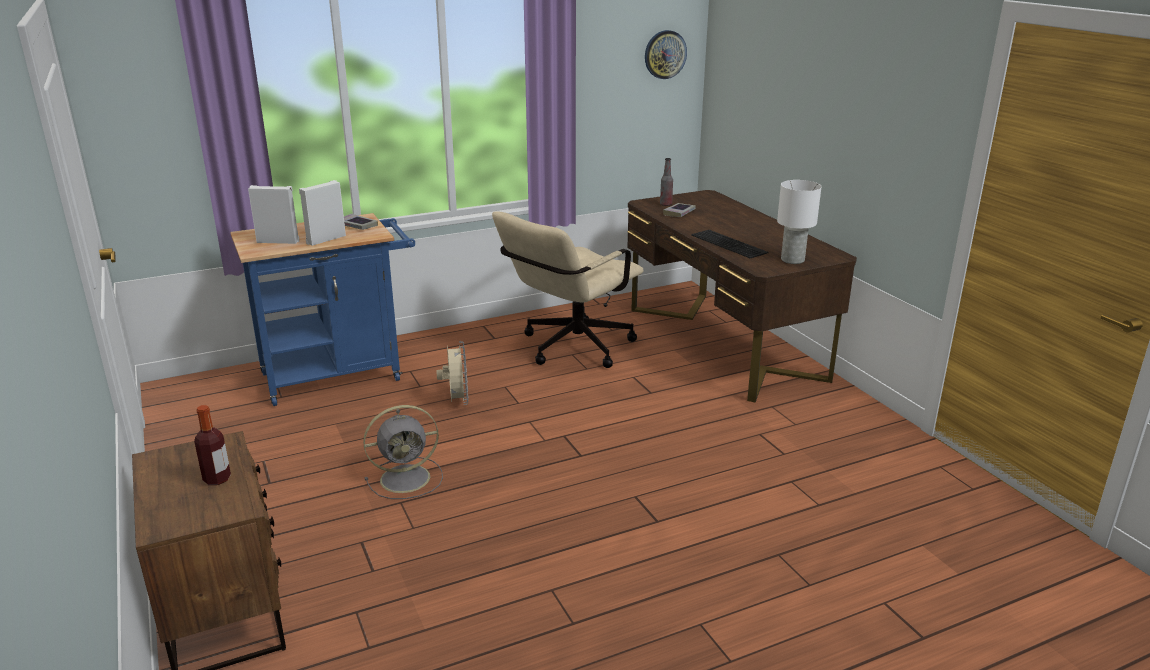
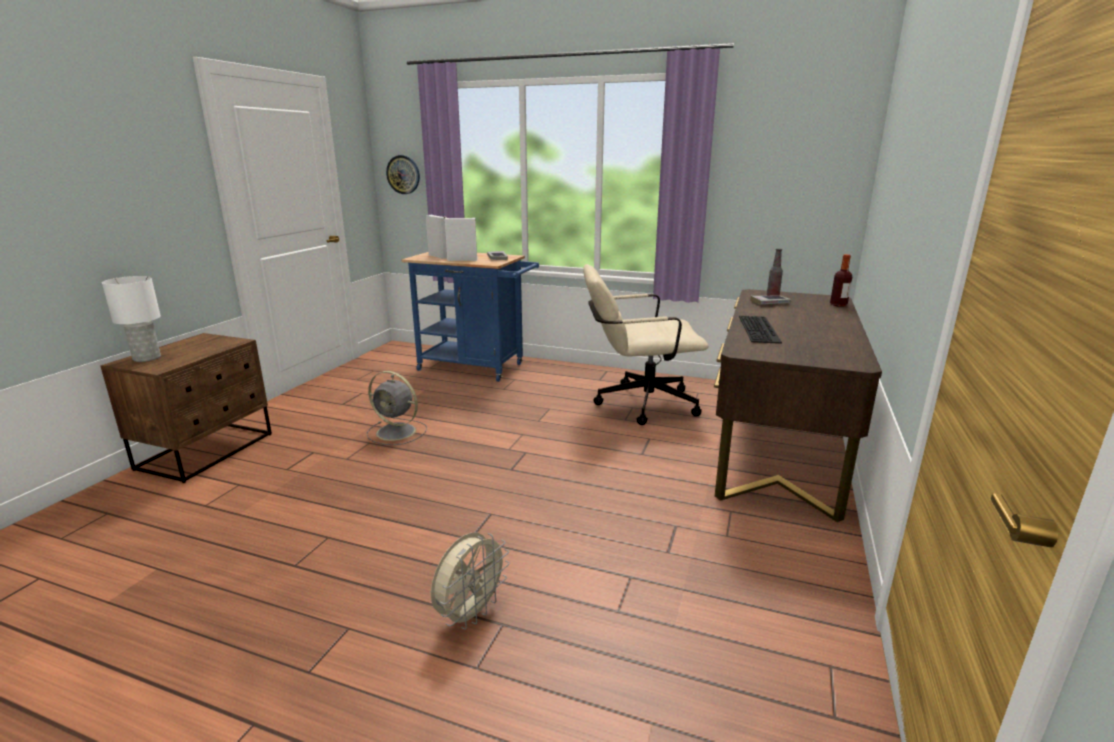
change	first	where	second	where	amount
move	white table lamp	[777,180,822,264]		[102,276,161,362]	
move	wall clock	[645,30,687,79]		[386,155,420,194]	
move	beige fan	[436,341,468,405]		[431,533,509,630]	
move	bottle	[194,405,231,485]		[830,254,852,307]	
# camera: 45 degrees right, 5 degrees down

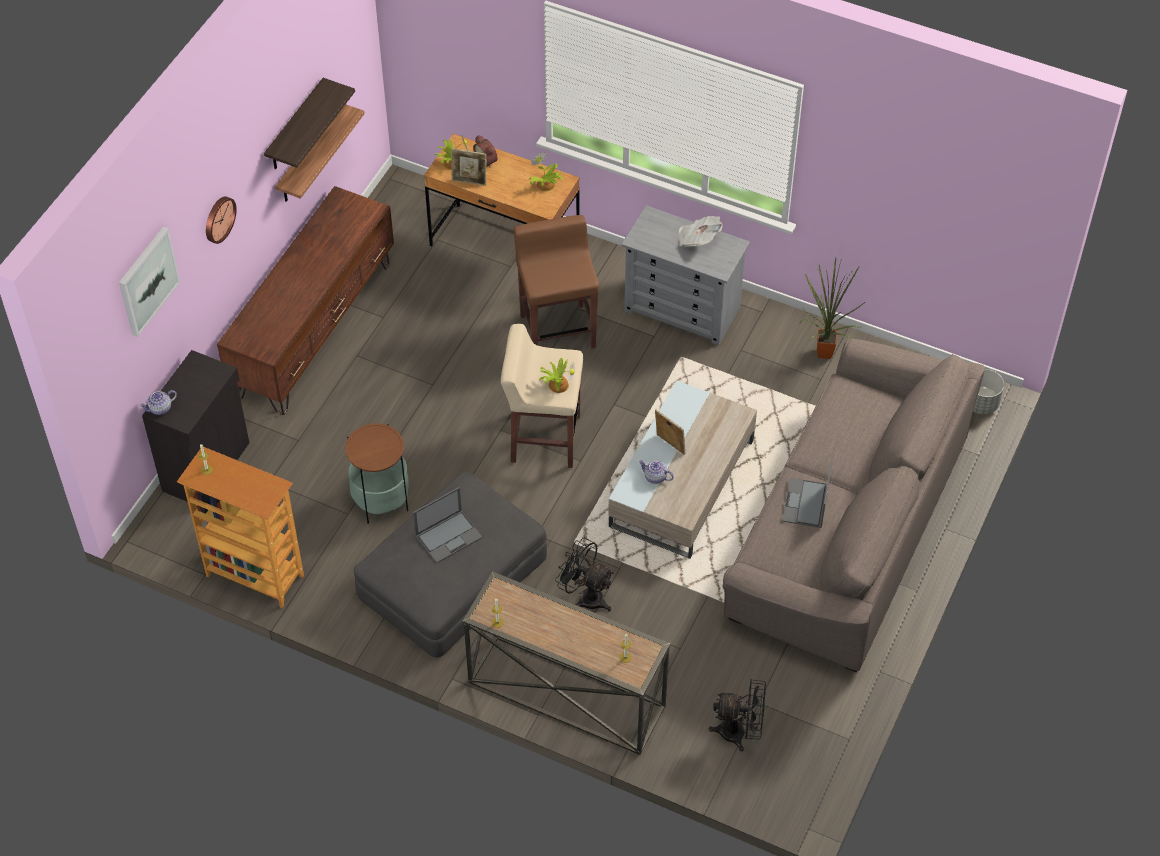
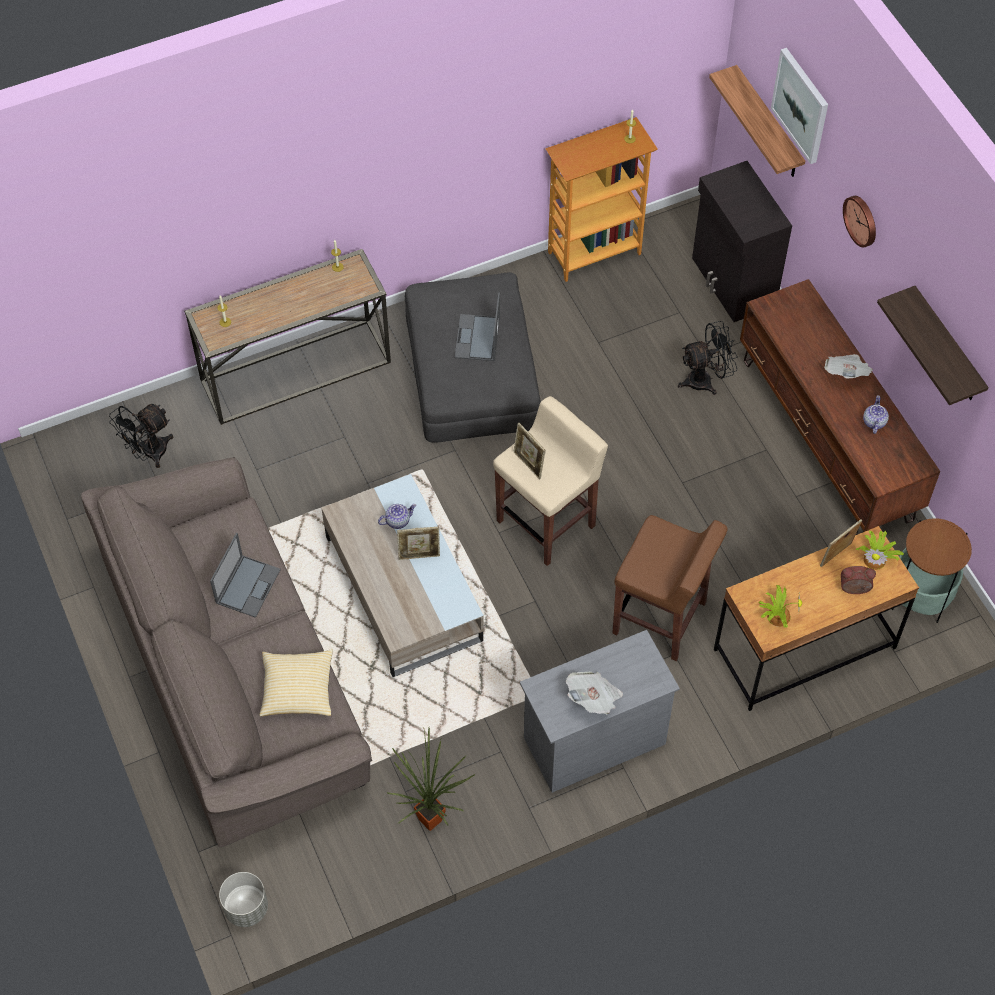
change	first	where	second	where	amount
rotate	laptop	[782,460,833,528]		[210,533,281,618]	60 degrees clockwise
insert			pillow	[259,649,333,717]	
replace	potted plant	[539,358,575,393]	picture frame	[513,423,546,479]	
move	black fan	[555,538,614,612]		[678,321,737,395]	
move	shelf	[275,104,365,202]		[709,65,805,177]	
insert			newspaper	[824,354,873,378]	
move	teapot	[140,390,177,415]		[863,395,889,434]	
move	side table	[345,423,409,524]		[892,518,972,623]	
# camera: 130 degrees right, 5 degrees up

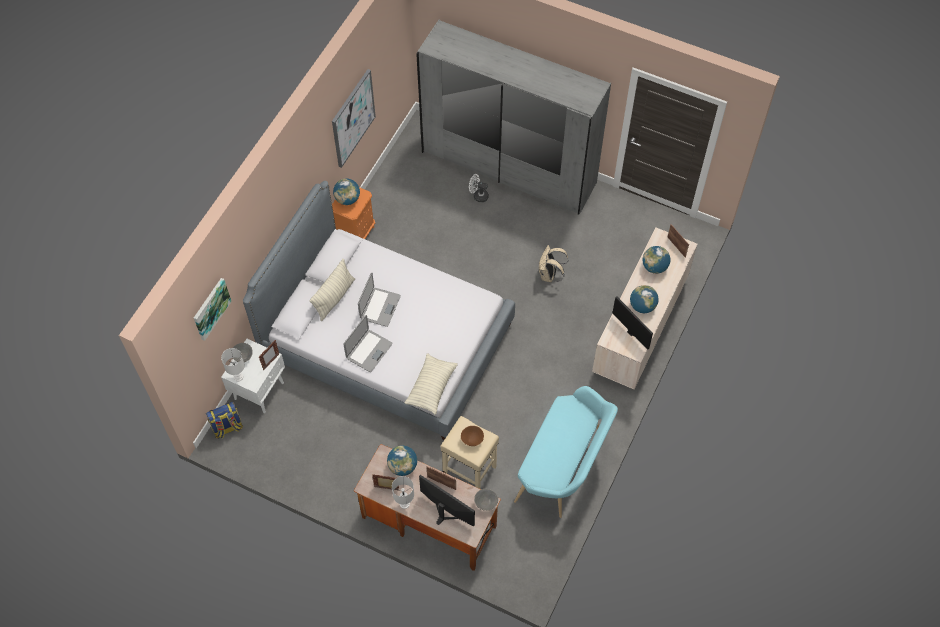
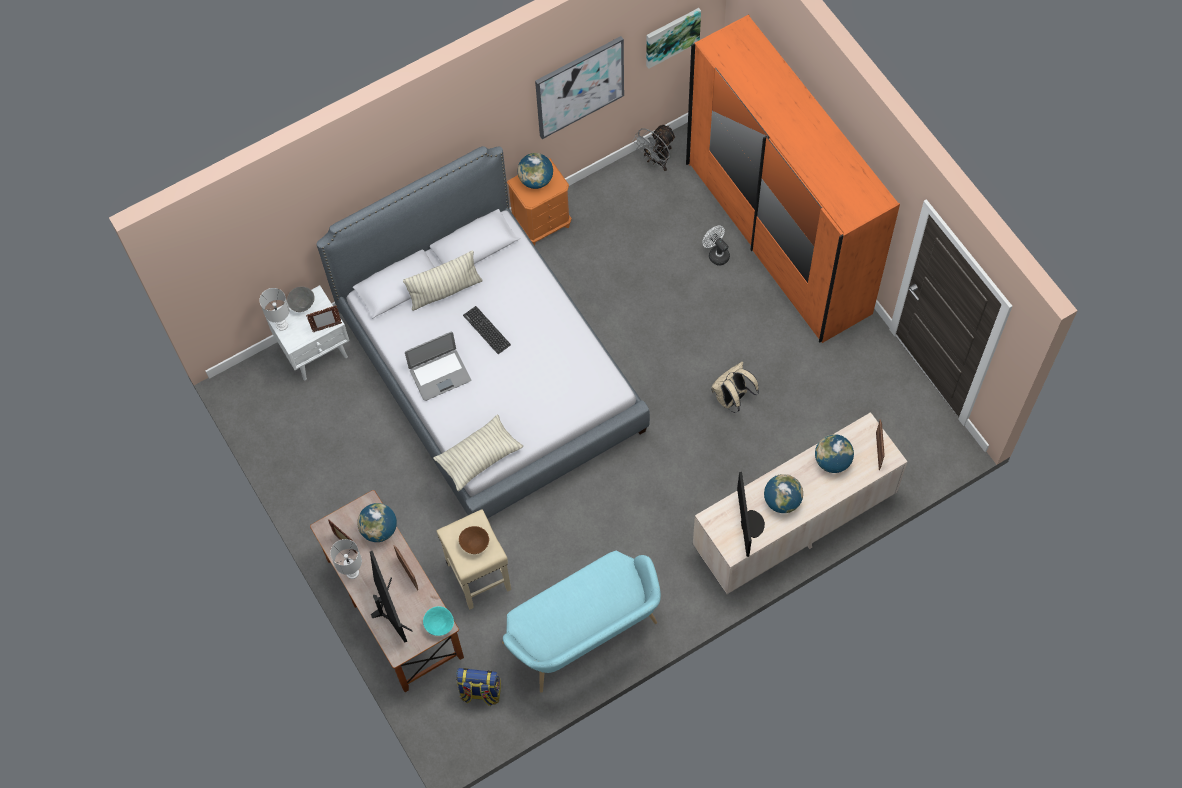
change	first	where	second	where	amount
recolor	grey bowl	[474,489,498,511]	turquoise bowl	[423,606,454,636]	
move	backpack	[206,402,243,439]		[456,668,501,706]	
replace	laptop	[358,272,401,327]	keyboard	[463,306,511,354]	
insert			grey fan	[633,125,676,171]	
move	picture	[194,278,232,341]		[646,8,701,69]	
recolor	grey wardrobe	[416,20,611,215]	orange wardrobe	[686,14,900,343]	
# camera: 35 degrees right, 5 degrees up

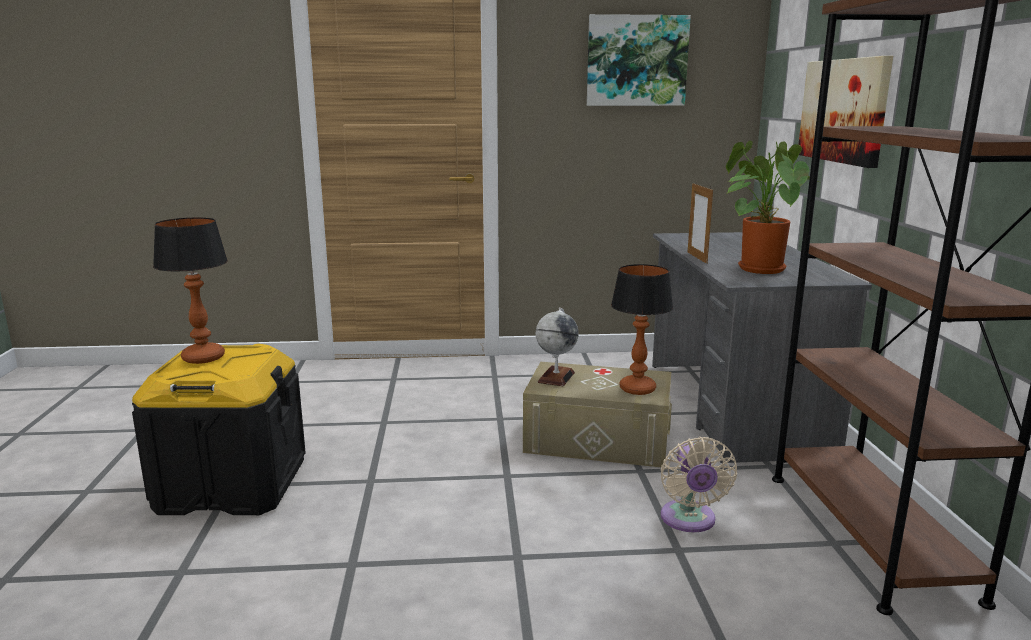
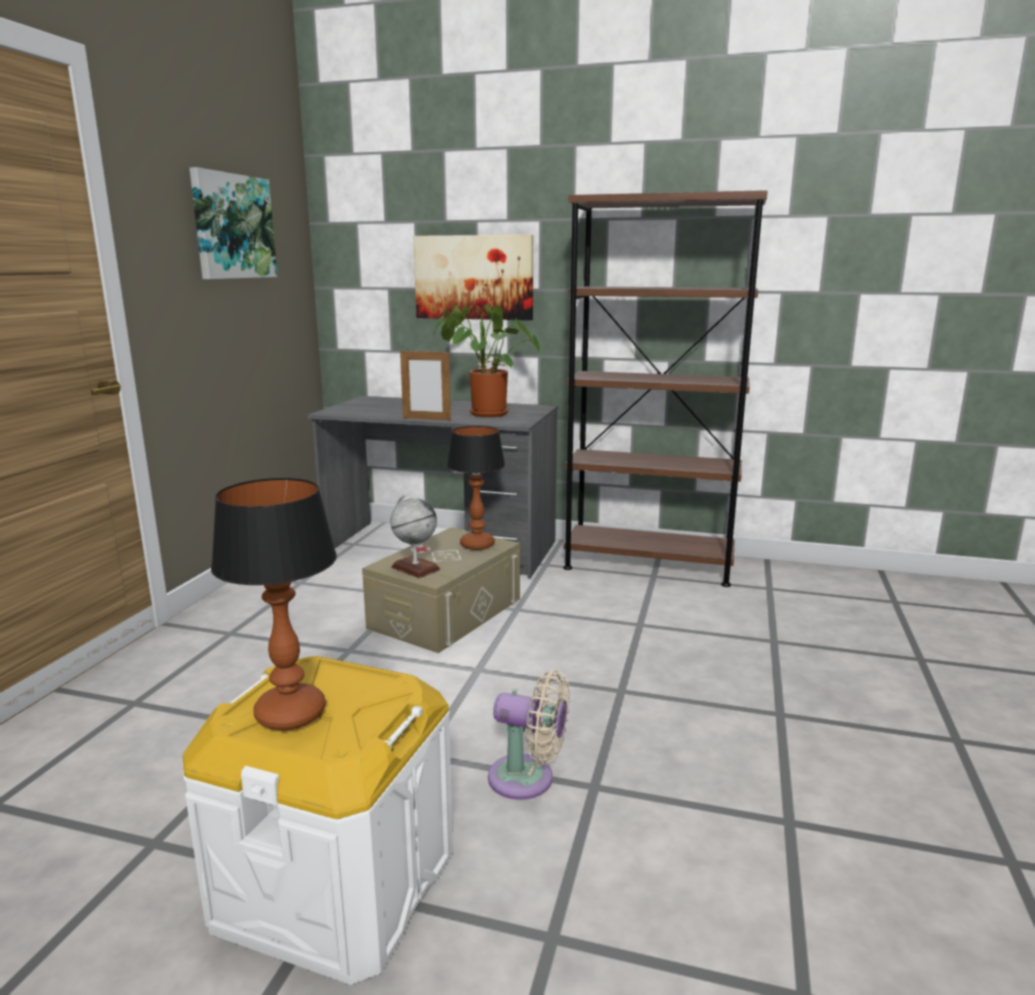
change	first	where	second	where	amount
recolor	black storage box	[132,343,306,515]	white storage box	[183,656,453,985]	
move	beige fan	[661,437,737,532]		[488,670,570,800]	
# camera: 70 degrees left, 0 degrees up

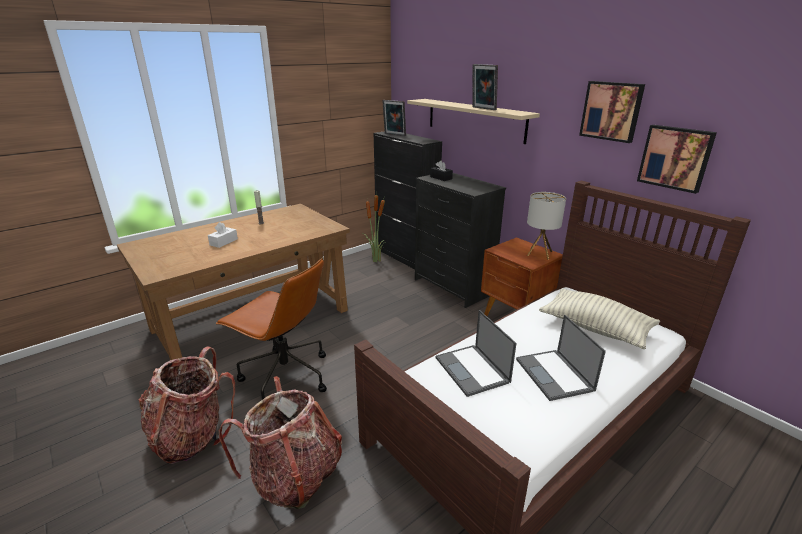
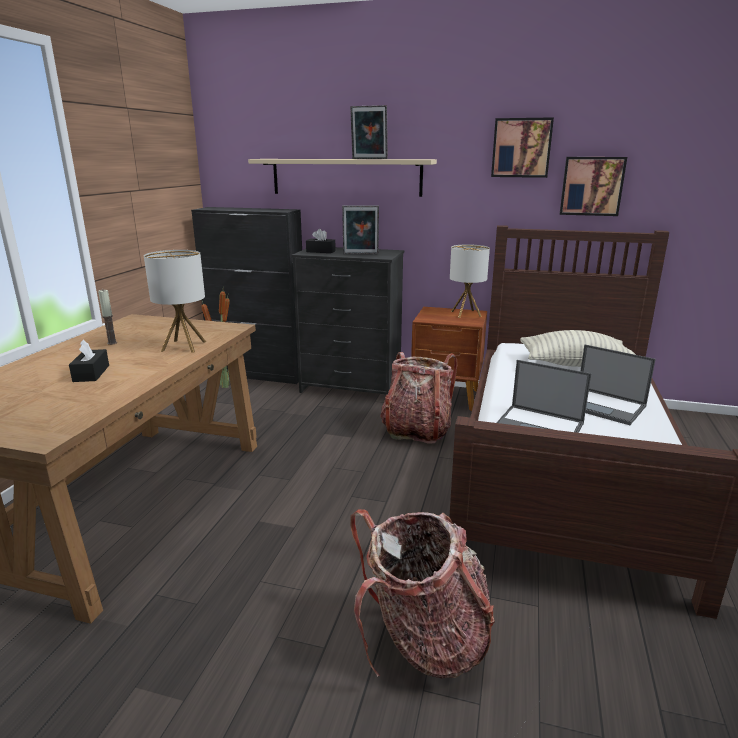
change	first	where	second	where	amount
recolor	white tissue box	[208,222,238,248]	black tissue box	[69,340,109,382]	
insert			table lamp	[144,250,206,353]	
move	picture frame	[382,100,406,136]		[342,205,379,254]	
move	backpack	[139,346,235,464]		[380,352,457,444]	
delete	brown office chair	[216,258,327,400]			
# camera: 35 degrees left, 5 degrees down

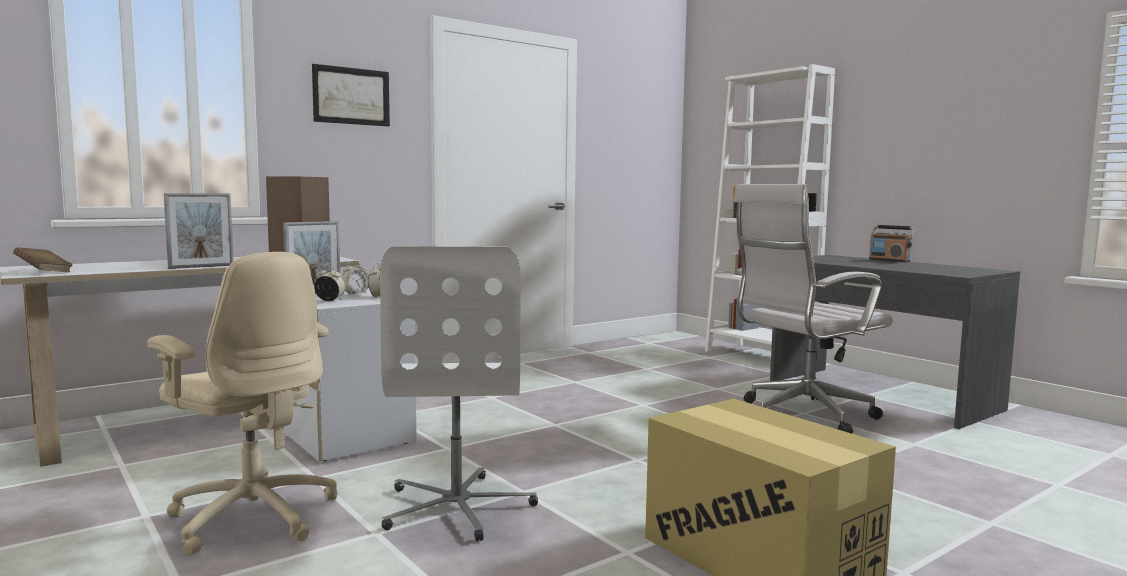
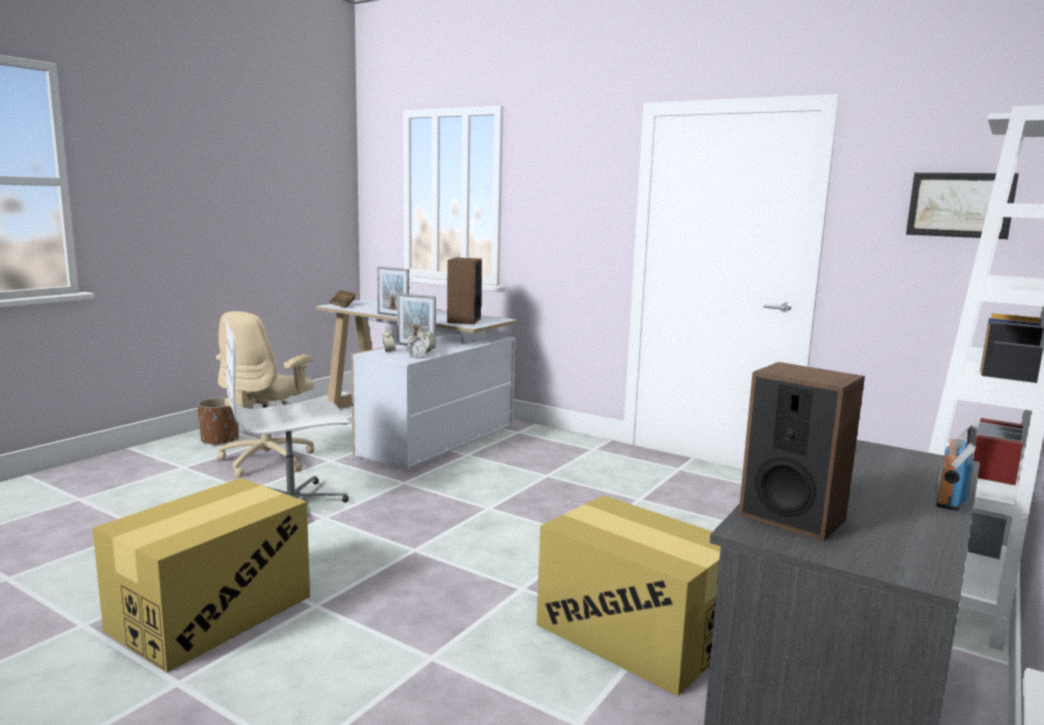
change	first	where	second	where	amount
insert			brown planter	[197,397,239,446]	
replace	white office chair	[733,184,893,434]	cardboard box	[537,495,721,696]	
insert			speaker	[739,362,865,541]	
move	picture	[312,64,390,126]		[906,173,1019,239]	
# camera: 70 degrees right, 5 degrees up

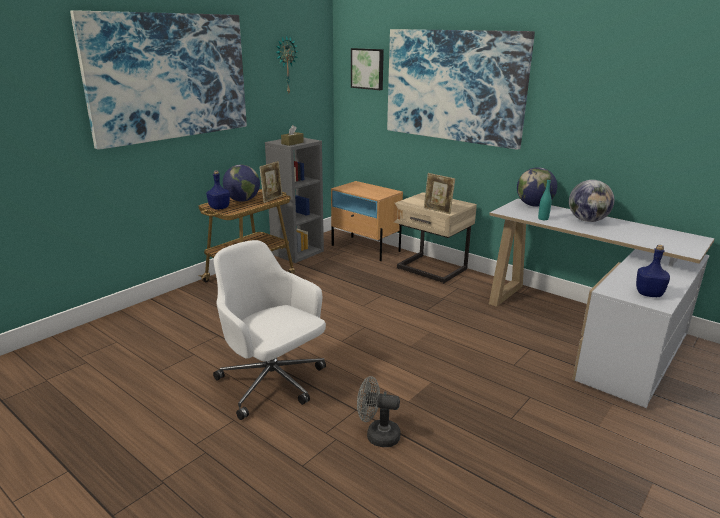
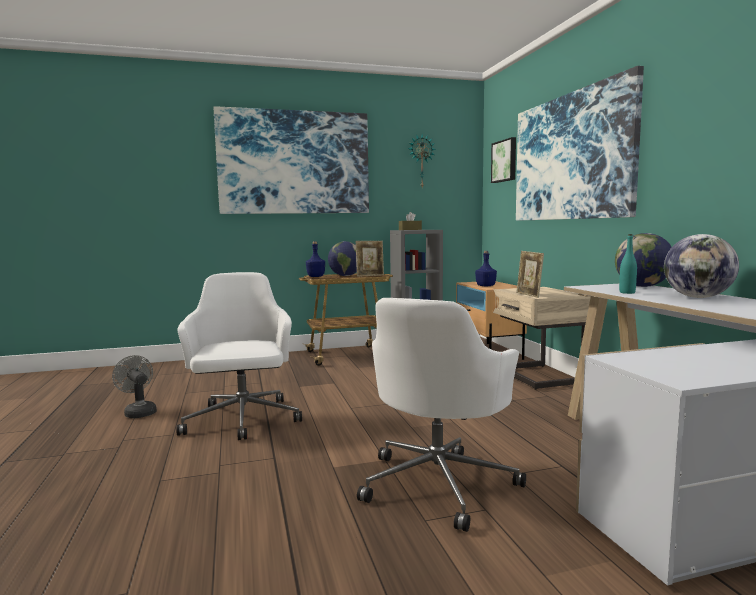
change	first	where	second	where	amount
move	grey fan	[357,376,401,447]		[112,355,157,418]	
insert			white office chair	[357,298,526,532]	
move	blue bottle	[636,245,670,297]		[475,251,497,286]	
# camera: 35 degrees right, 15 degrees down

